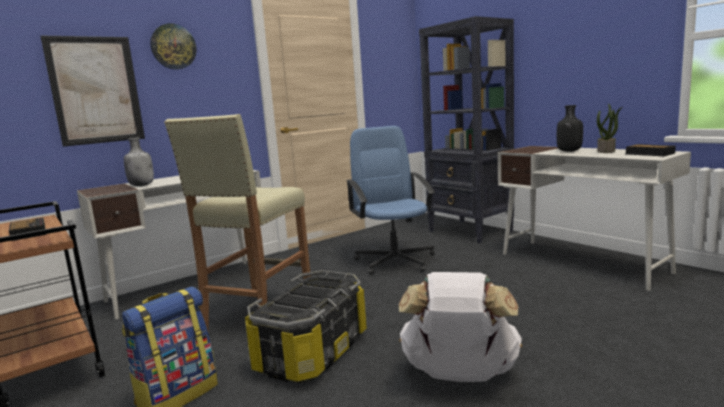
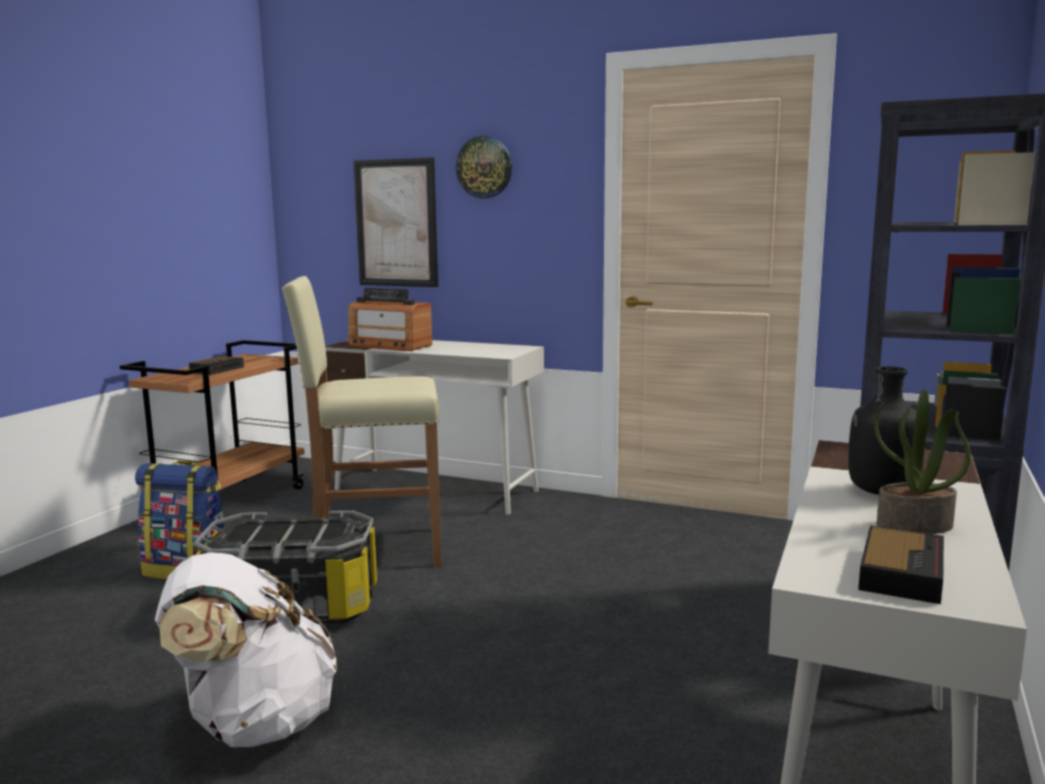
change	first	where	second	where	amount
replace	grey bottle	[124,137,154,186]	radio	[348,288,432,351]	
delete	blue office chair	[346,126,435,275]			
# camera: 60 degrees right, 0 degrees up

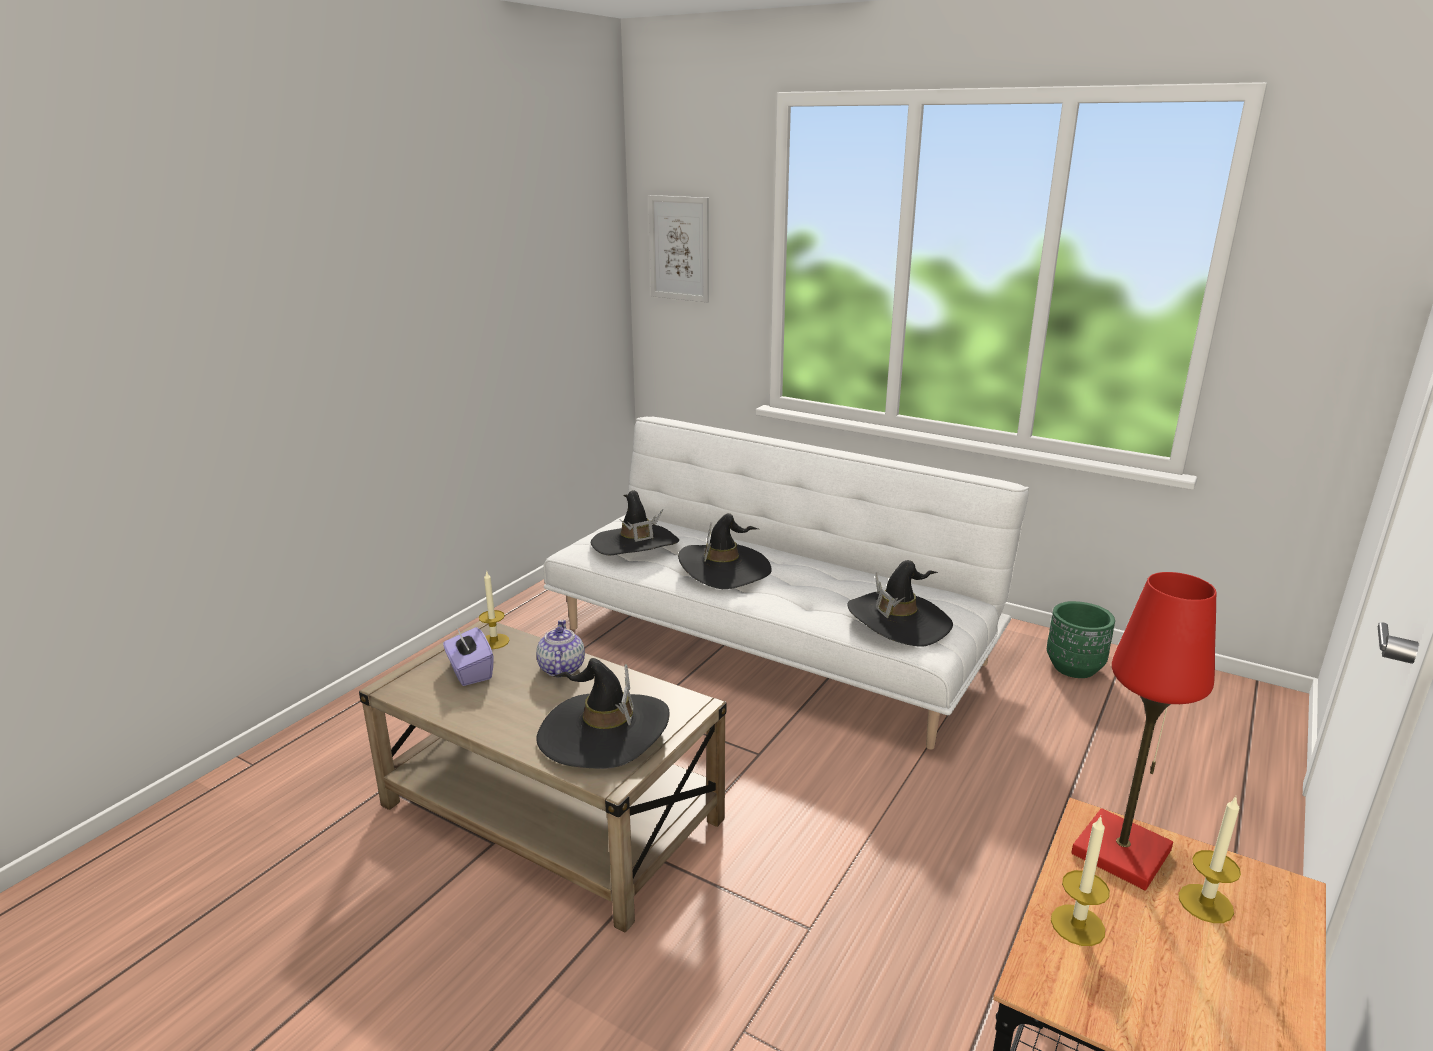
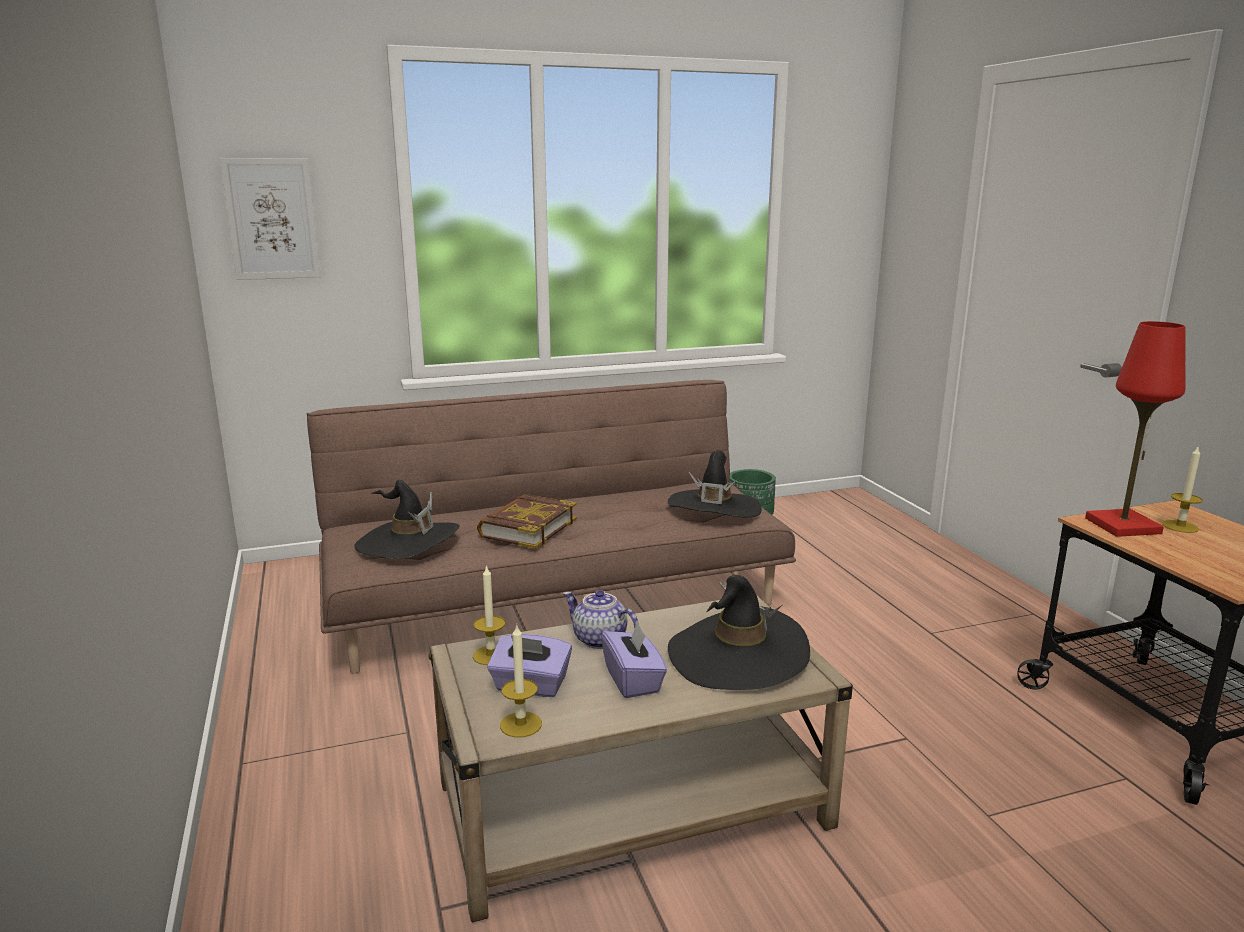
change	first	where	second	where	amount
recolor	white sofa	[543,417,1029,750]	brown sofa	[307,380,796,673]	
replace	black hat	[678,513,772,589]	book	[477,494,577,549]	
move	candle	[1051,816,1110,946]		[500,624,542,738]	
insert			purple tissue box	[601,621,667,698]	
# camera: 50 degrees left, 5 degrees down

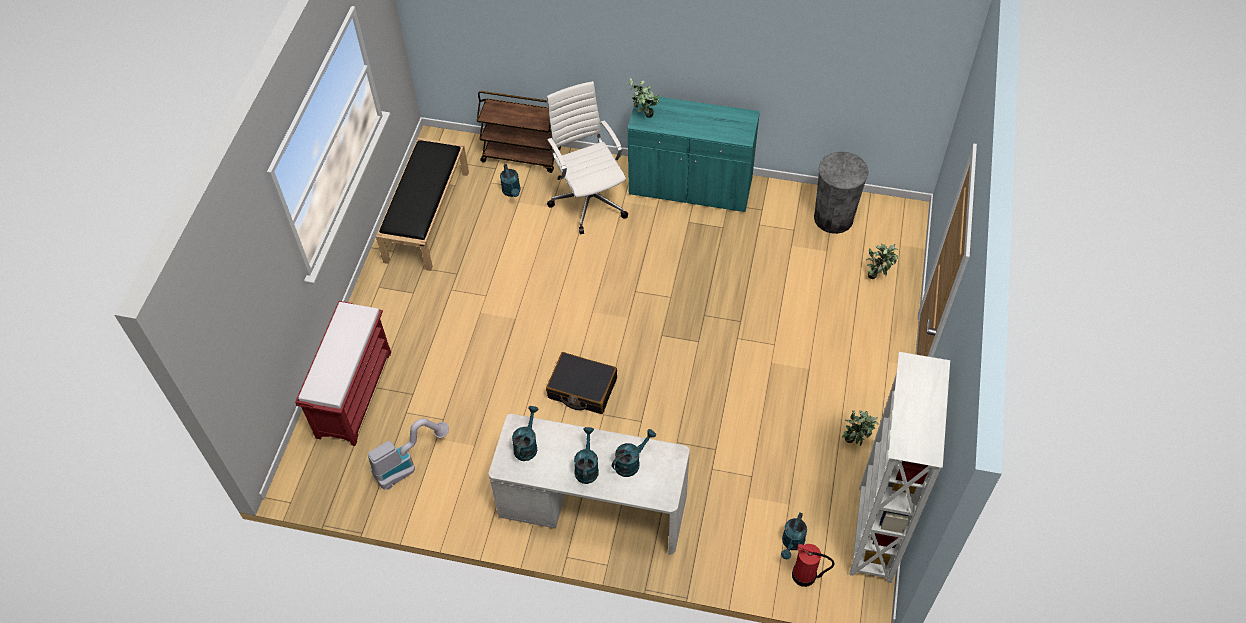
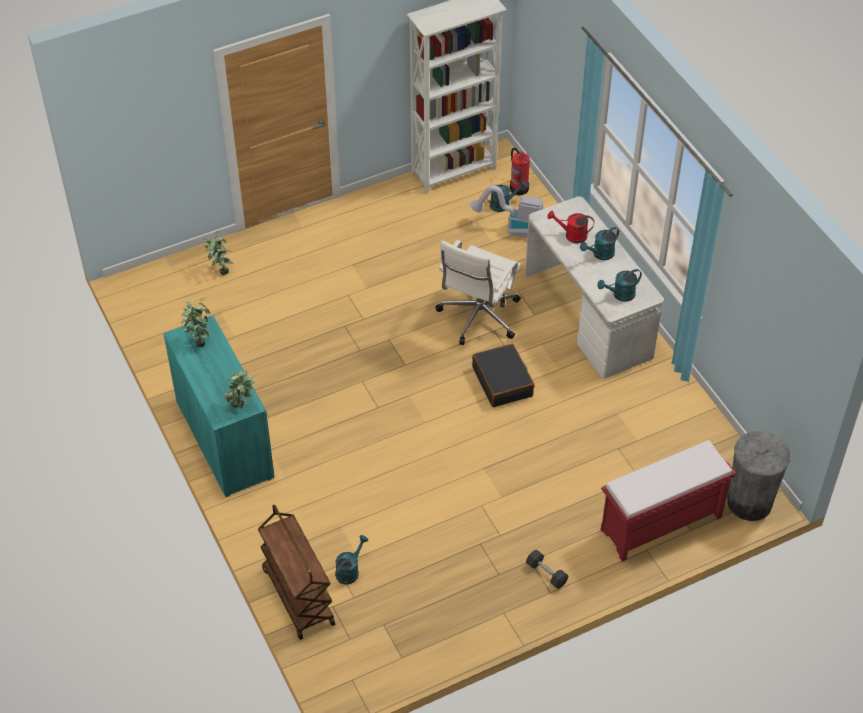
change	first	where	second	where	amount
move	potted plant	[842,411,879,446]		[181,298,211,347]	
move	white office chair	[547,81,628,234]		[436,240,521,345]	
move	vacuum cleaner	[368,418,449,490]		[470,185,543,238]	
insert			grey dumbbell	[526,550,569,589]	
recolor	turquoise watering can	[612,429,656,477]	red watering can	[547,211,594,244]	
move	grey trash can	[814,151,869,234]		[727,431,790,521]	
delete	black bench	[376,138,469,271]			
# camera: 130 degrees left, 5 degrees down

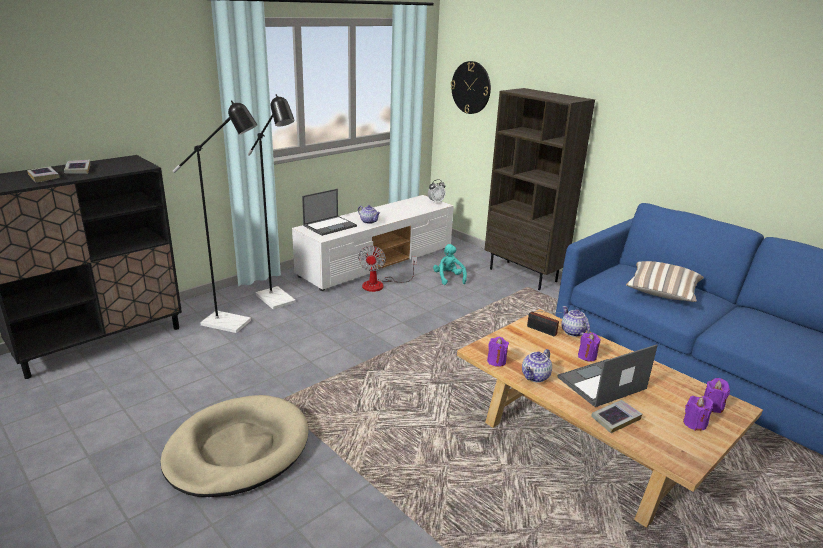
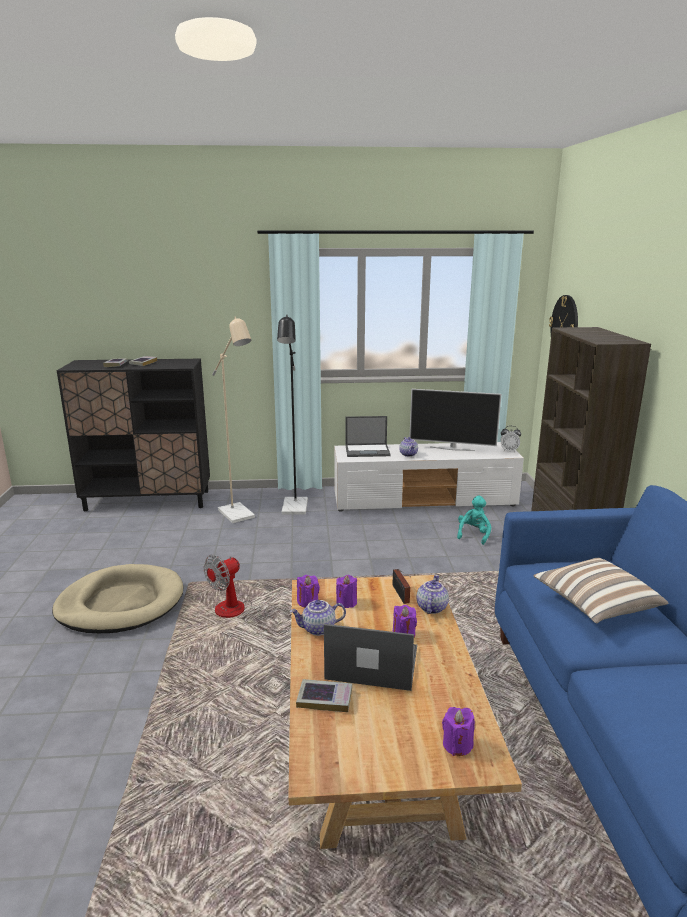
change	first	where	second	where	amount
move	fan	[358,245,417,292]		[203,555,292,618]	
recolor	black floor lamp	[173,100,257,333]	beige floor lamp	[212,316,255,523]	
move	purple candle	[683,396,713,431]		[336,575,357,608]	
insert			television	[409,389,501,451]	
# camera: 40 degrees right, 5 degrees down

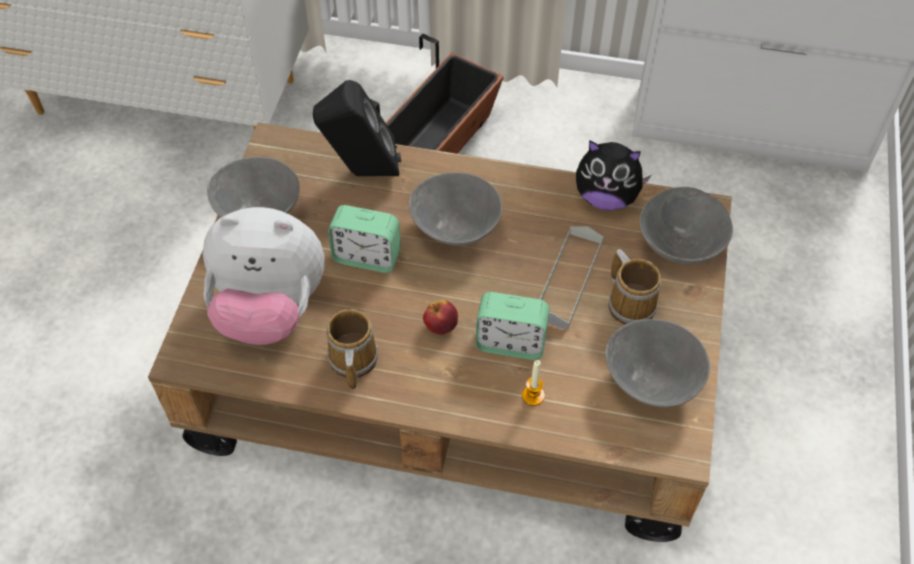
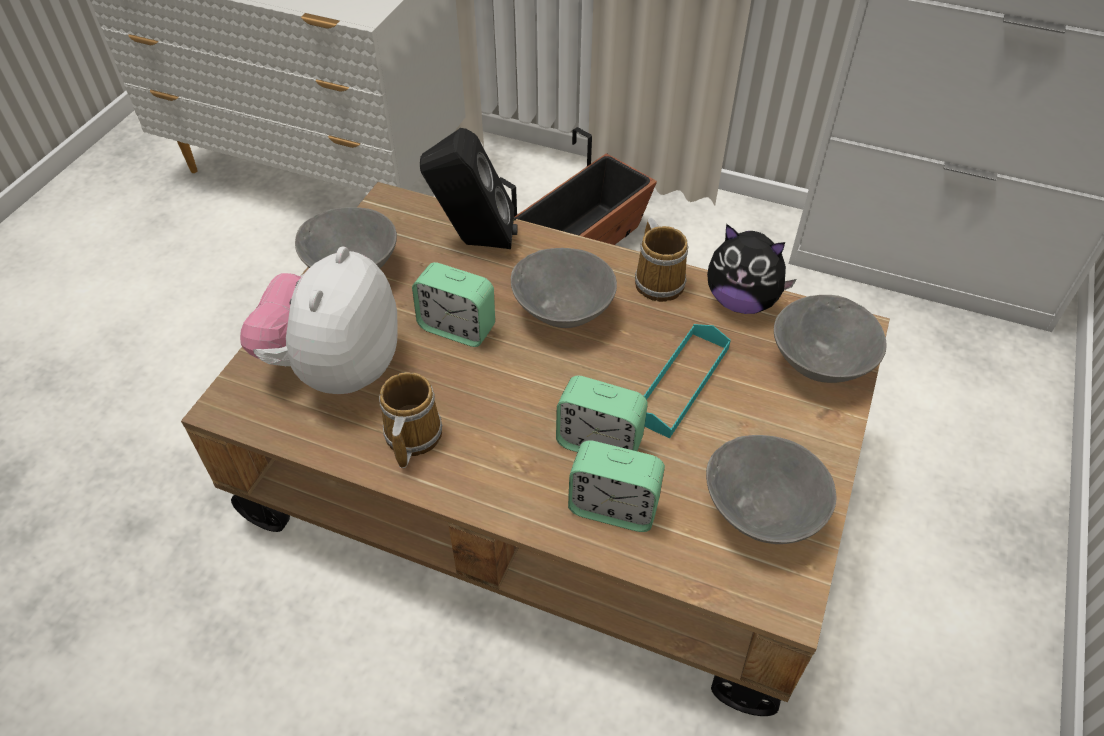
change	first	where	second	where	amount
rotate	plush toy	[203,207,325,345]		[240,246,397,394]	90 degrees clockwise
replace	candle	[522,360,545,406]	alarm clock	[568,440,665,532]	
move	mug	[609,249,662,325]		[635,218,689,302]	
recolor	grey tray	[540,226,604,330]	turquoise tray	[644,324,731,439]	
delete	apple	[423,300,458,335]			
# camera: 10 degrees right, 5 degrees down

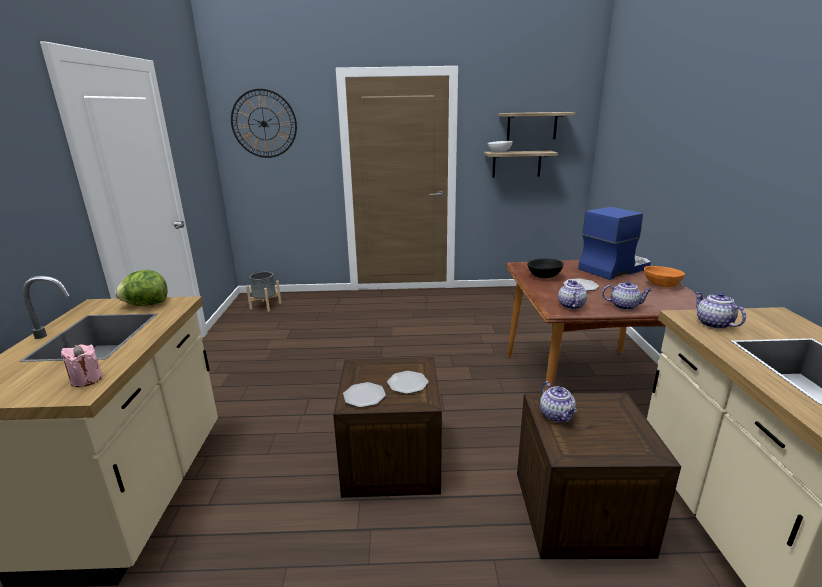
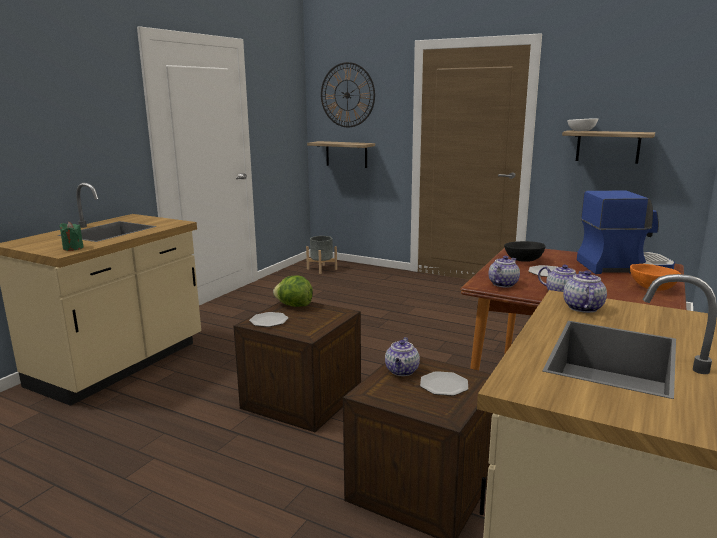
change	first	where	second	where	amount
recolor	pink candle	[61,345,103,387]	green candle	[59,222,83,251]	
move	lettuce	[115,270,167,306]		[273,275,313,307]	
move	shelf	[499,112,575,140]		[307,141,375,168]	
move	plate	[387,371,428,394]		[420,371,468,396]	
# camera: 30 degrees right, 5 degrees down

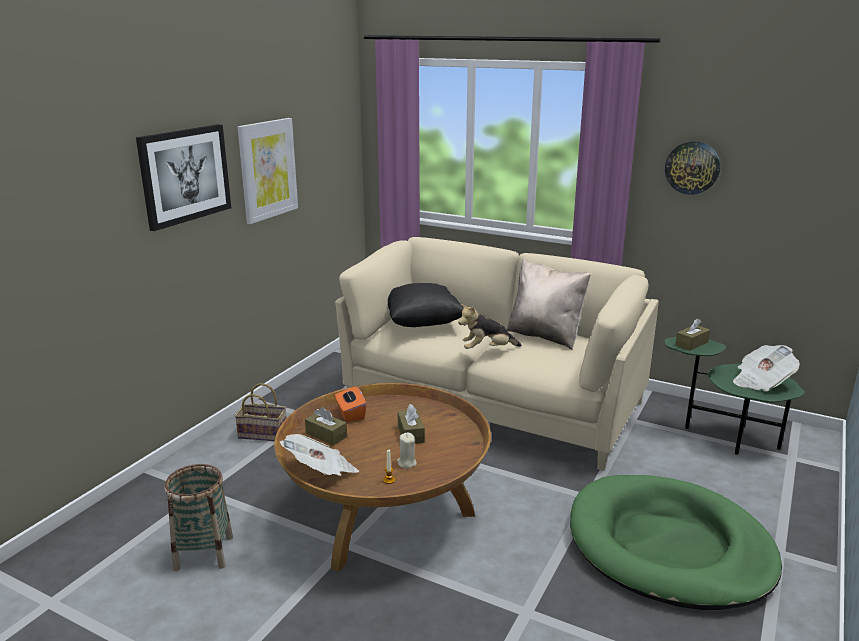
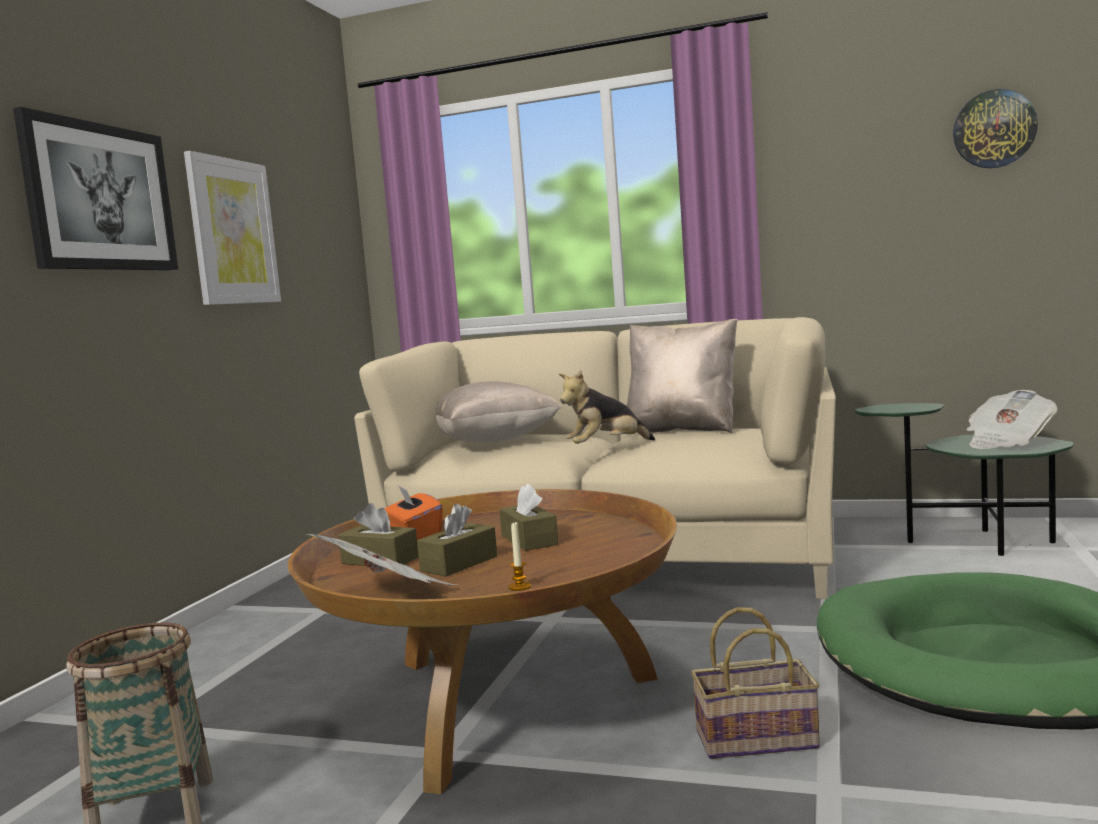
change	first	where	second	where	amount
move	brown tissue box	[675,319,710,350]		[417,503,497,576]	
recolor	black pillow	[388,283,463,327]	beige pillow	[435,382,562,443]	
move	basket	[235,383,287,441]		[691,607,820,759]	
move	wall clock	[665,141,720,195]		[953,89,1038,168]	
delete	beige candle	[397,433,417,468]			
# camera: 10 degrees left, 15 degrees down

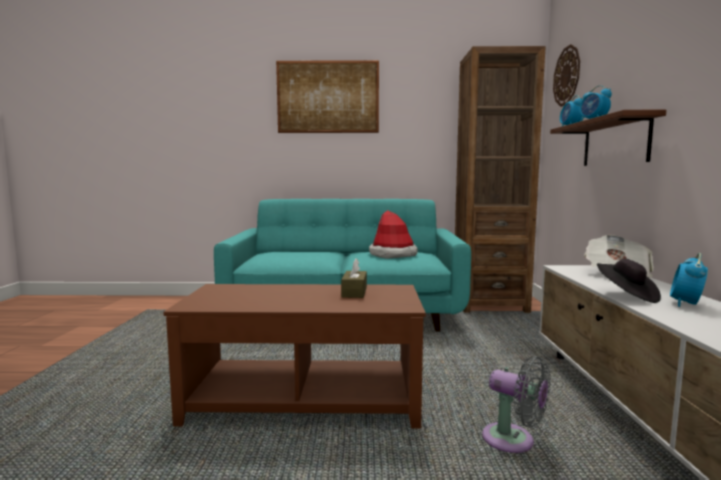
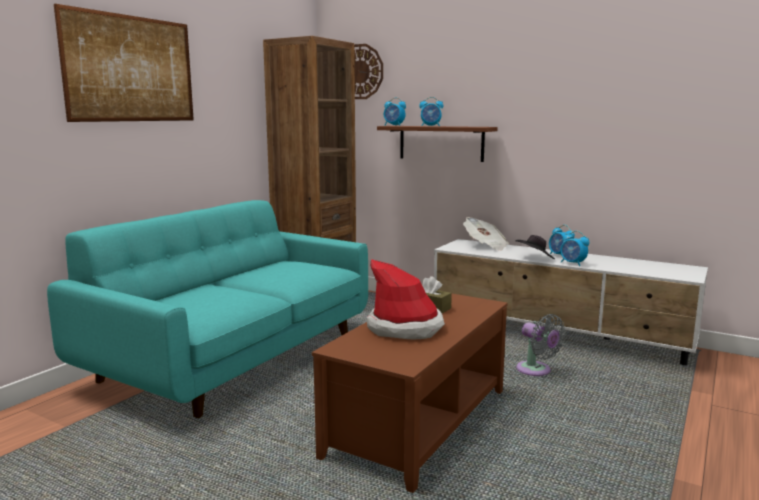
change	first	where	second	where	amount
move	hat	[369,210,418,259]		[366,259,445,339]	
rotate	grey fan	[482,356,551,453]		[516,314,565,376]	75 degrees clockwise
insert			alarm clock	[560,231,589,266]	
# camera: 60 degrees left, 5 degrees up

